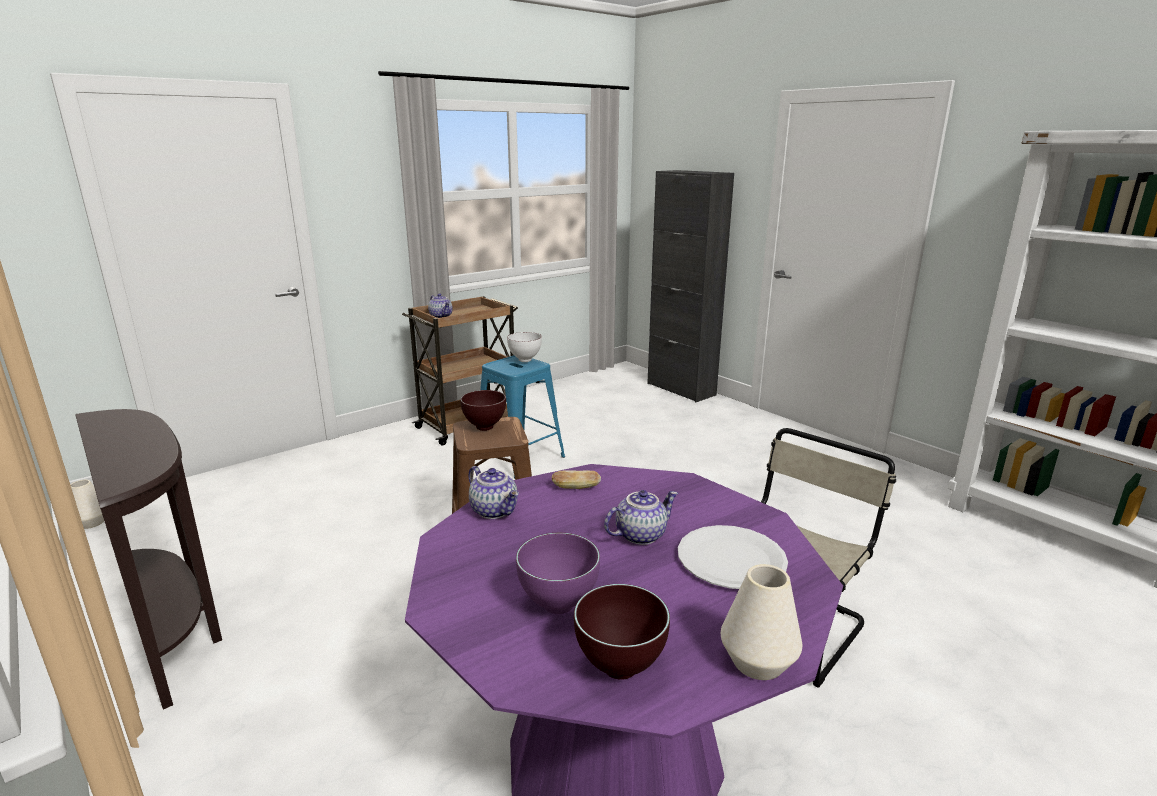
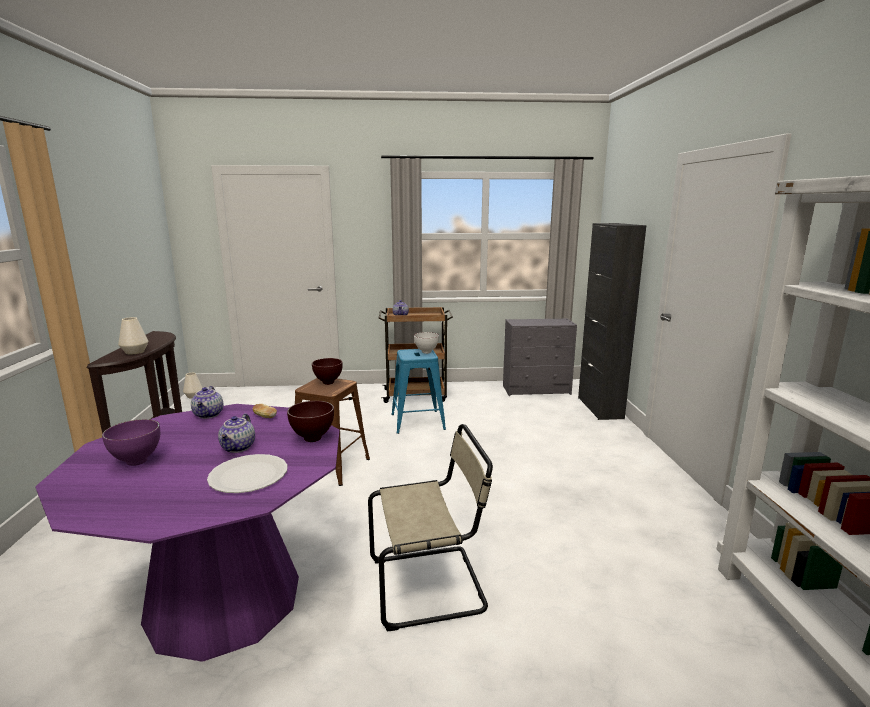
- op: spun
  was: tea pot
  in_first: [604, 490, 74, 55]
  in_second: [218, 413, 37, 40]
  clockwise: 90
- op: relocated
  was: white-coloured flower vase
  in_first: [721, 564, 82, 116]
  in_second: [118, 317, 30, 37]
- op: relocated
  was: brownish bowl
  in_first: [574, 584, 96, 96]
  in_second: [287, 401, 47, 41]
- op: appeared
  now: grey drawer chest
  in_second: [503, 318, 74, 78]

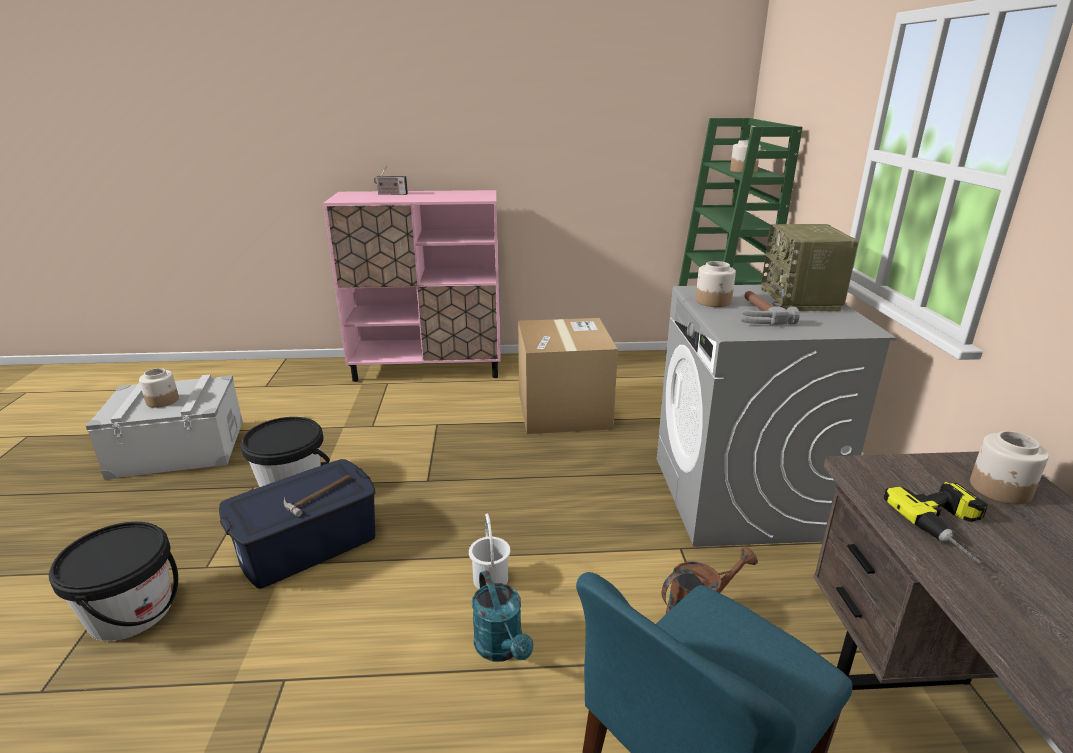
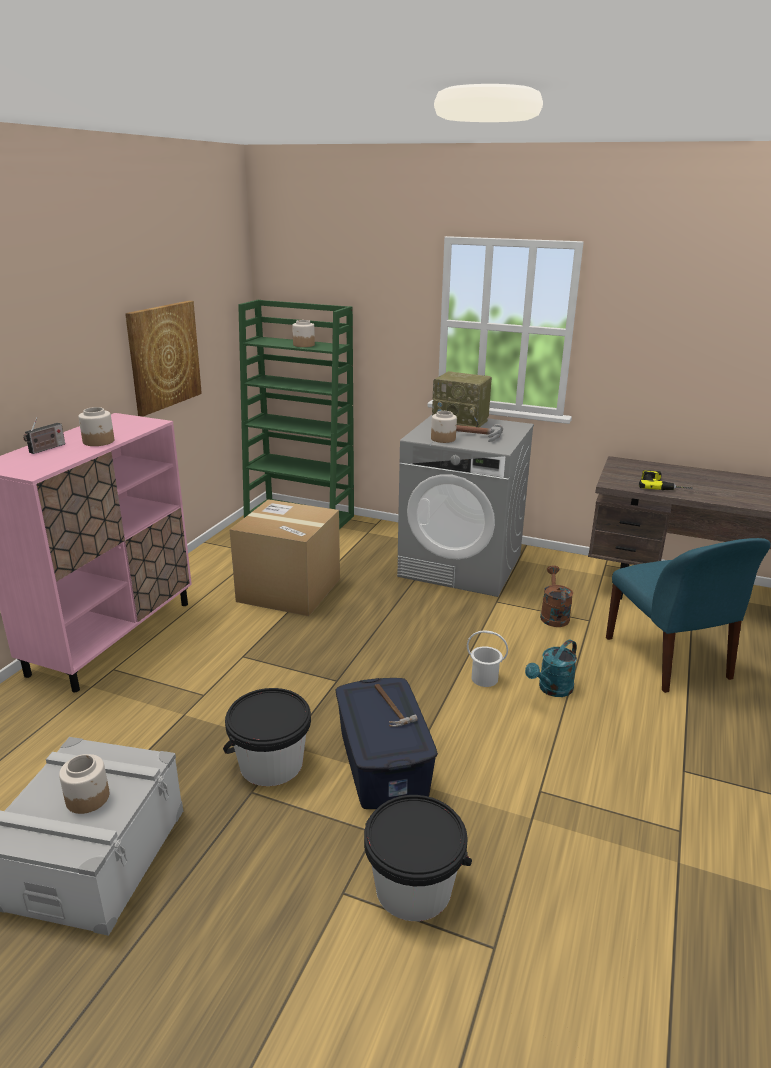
- op: relocated
  was: preserve jar
  in_first: [970, 431, 79, 73]
  in_second: [78, 407, 36, 39]
- op: spun
  was: turquoise-coloured watering pot
  in_first: [472, 570, 61, 91]
  in_second: [525, 639, 52, 58]
  clockwise: 135
- op: appeared
  now: wall picture
  in_second: [125, 301, 77, 115]

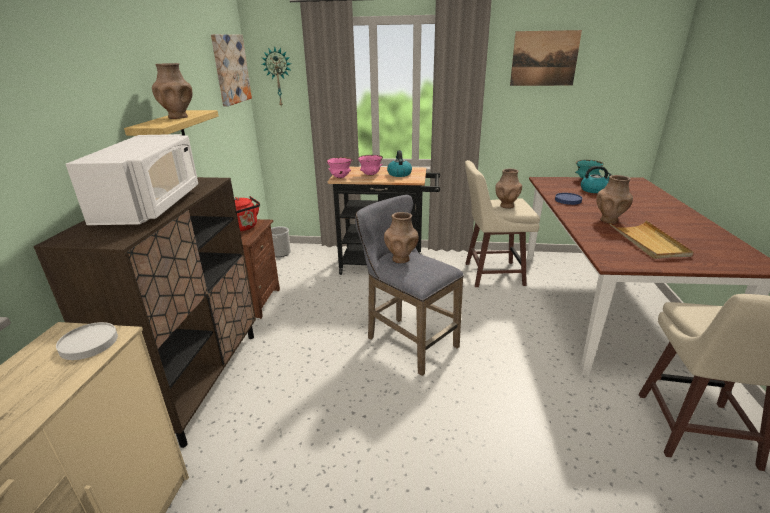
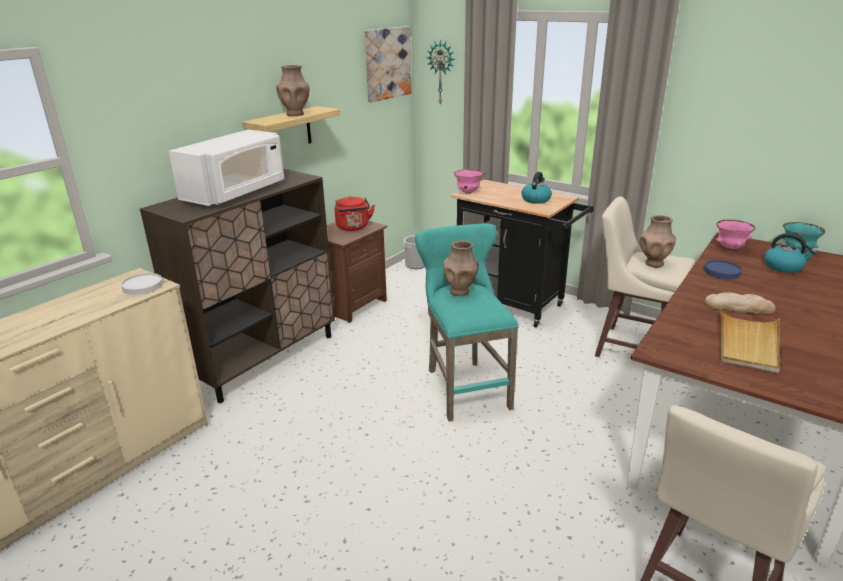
- op: missing
  was: wall picture
  in_first: [510, 30, 72, 56]
- op: relocated
  was: pink-coloured bowl
  in_first: [357, 155, 26, 21]
  in_second: [716, 219, 39, 31]
- op: exchanged
  was: brownish flower vase
  now: baked bread
  in_first: [596, 175, 37, 49]
  in_second: [705, 292, 71, 22]
- op: colour
  was: grey stool
  now: turquoise-coloured stool
  in_first: [355, 195, 109, 181]
  in_second: [415, 223, 104, 199]

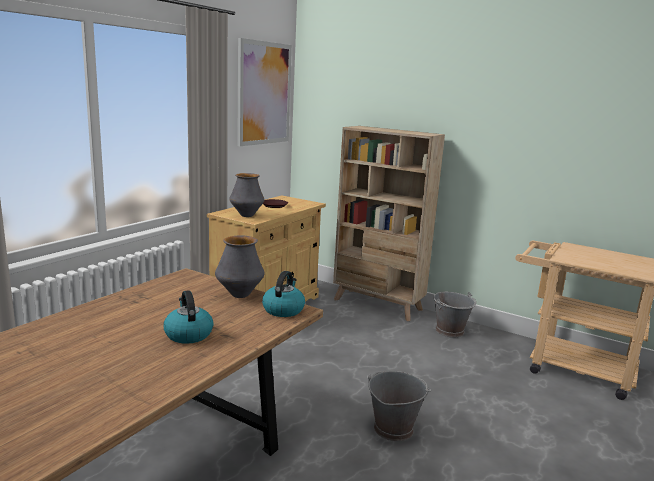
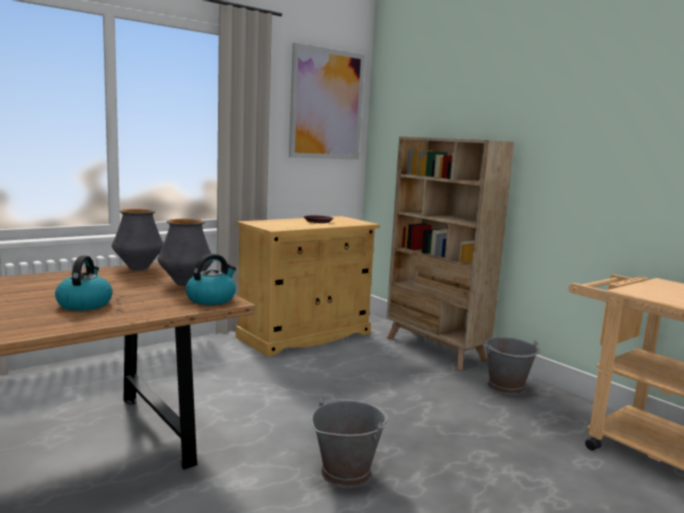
- op: relocated
  was: flower vase
  in_first: [229, 173, 36, 44]
  in_second: [112, 209, 52, 61]

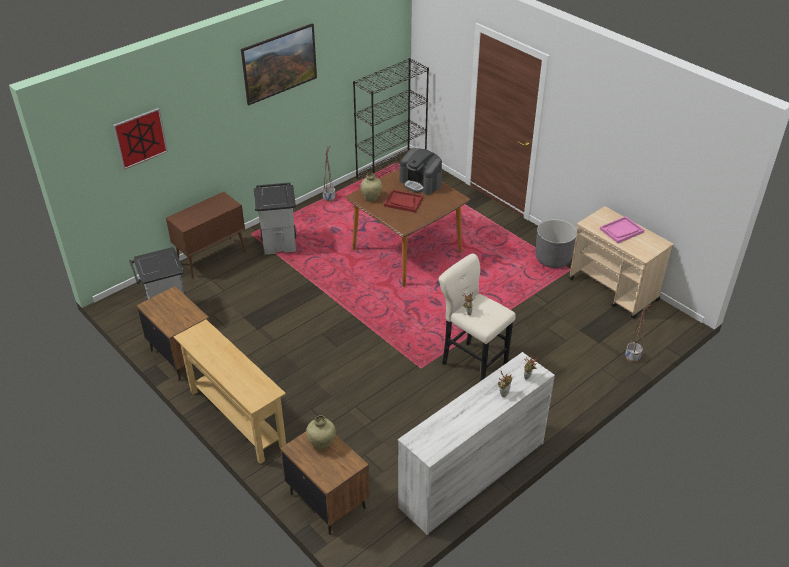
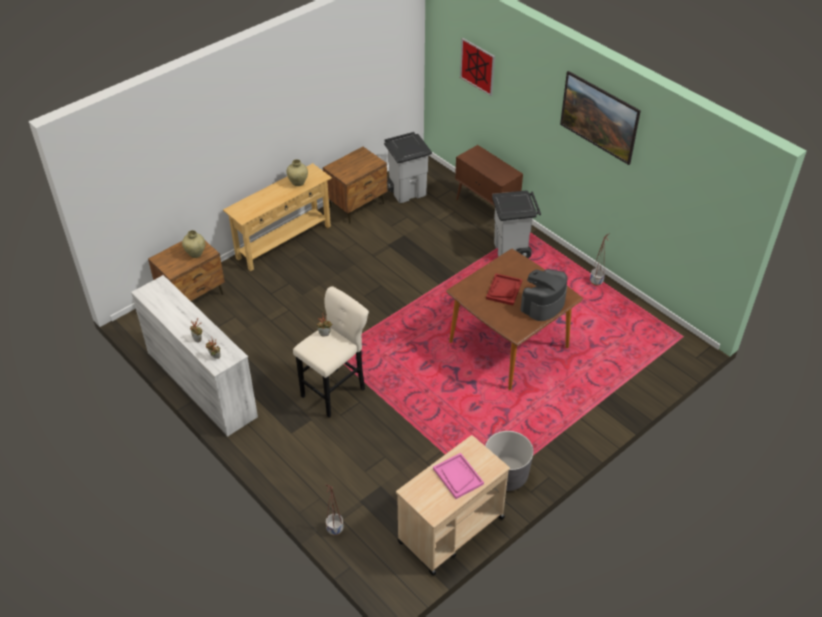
- op: missing
  was: blackish bookshelf
  in_first: [353, 58, 76, 121]
- op: relocated
  was: beige-coloured flower vase
  in_first: [360, 173, 22, 28]
  in_second: [286, 159, 22, 27]

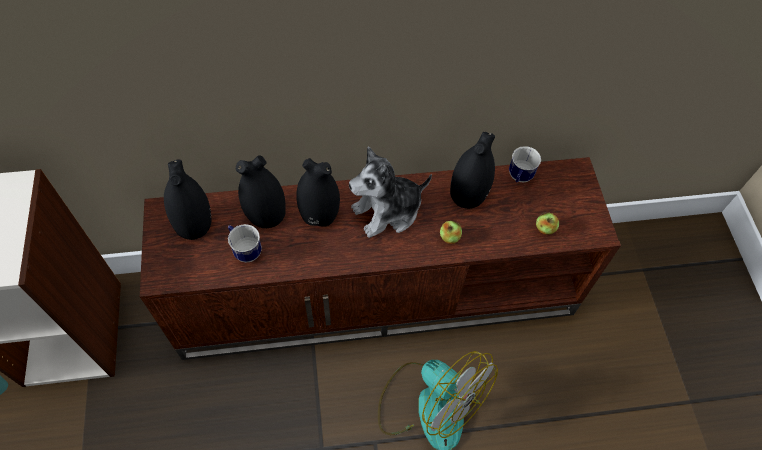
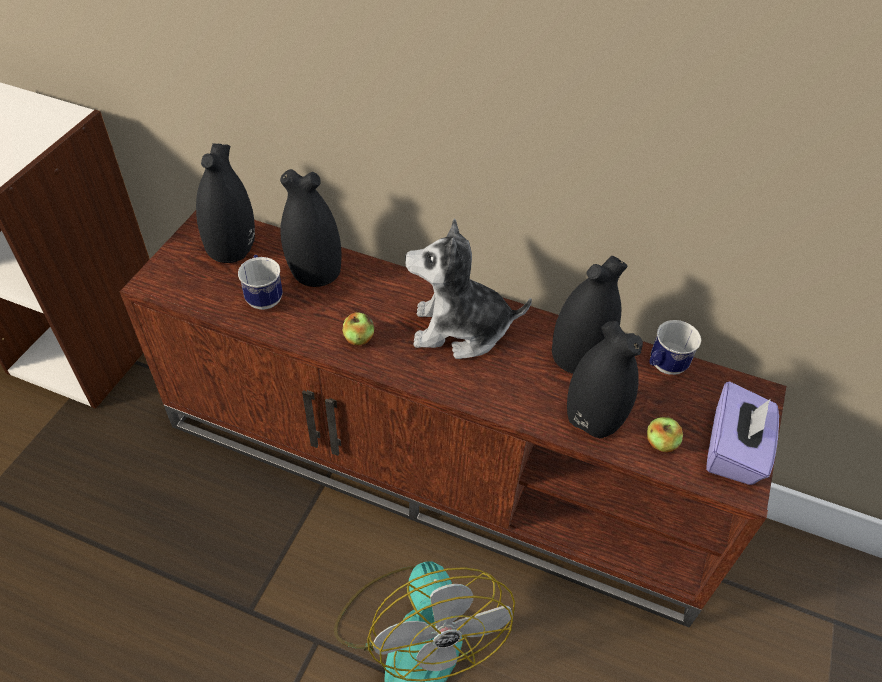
- op: relocated
  was: blackish flower vase
  in_first: [296, 158, 44, 68]
  in_second: [567, 321, 76, 117]
- op: relocated
  was: apple fruit
  in_first: [440, 221, 22, 23]
  in_second: [343, 312, 31, 34]
- op: appeared
  now: purple box of tissues
  in_second: [706, 381, 73, 104]

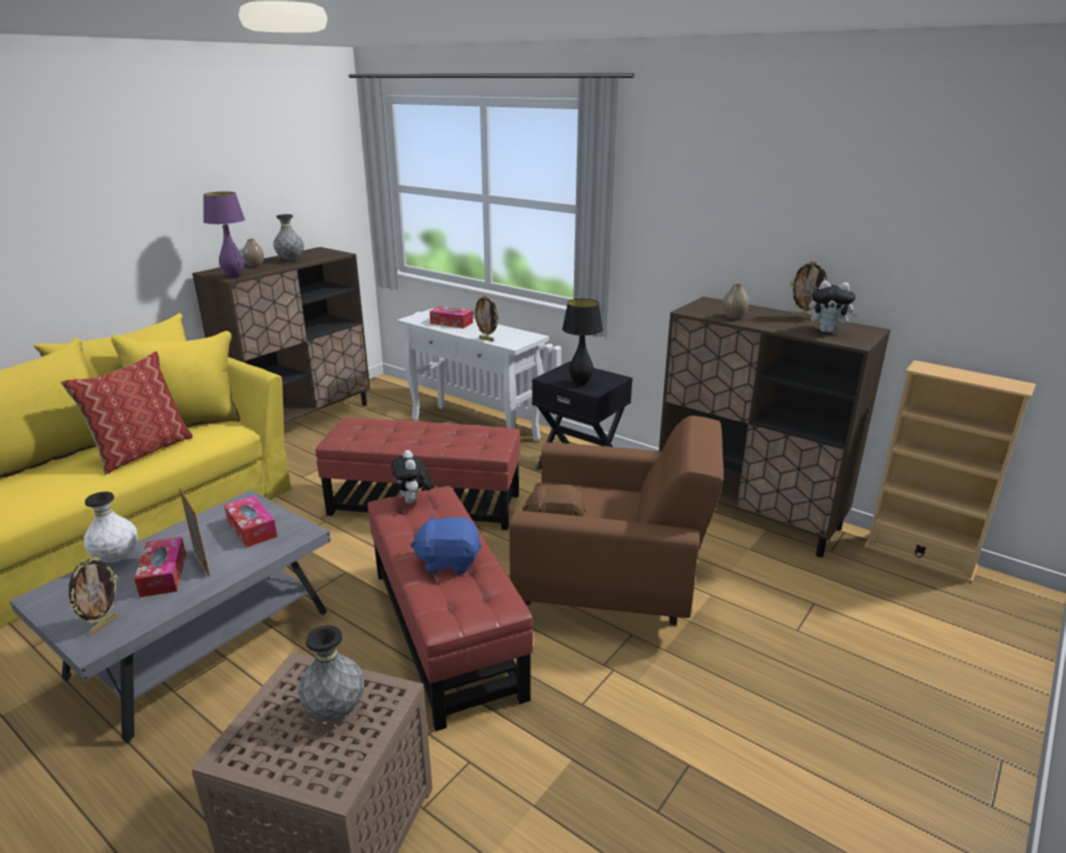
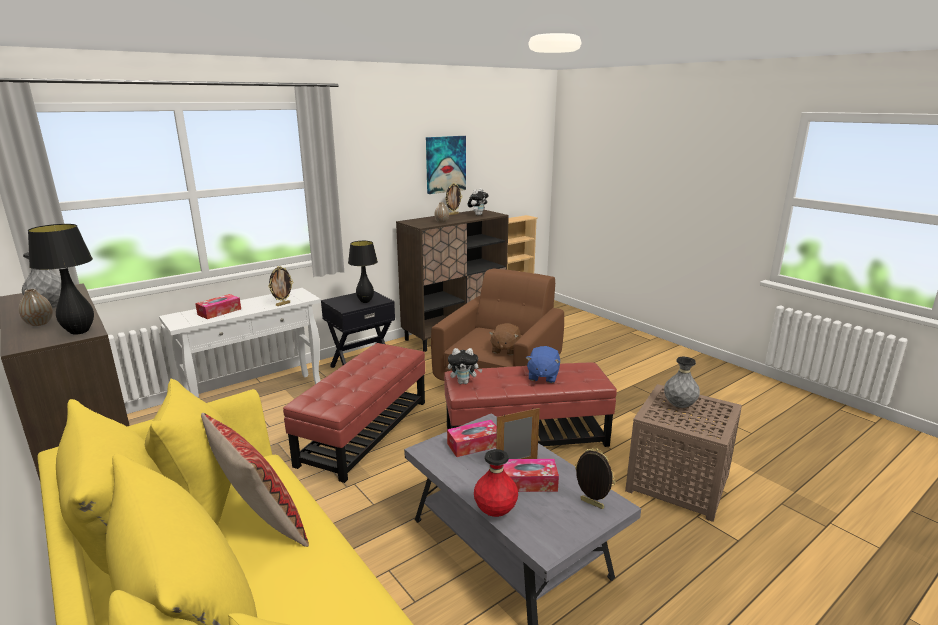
- op: colour
  was: purple lamp for a table
  now: blackish lamp for a table
  in_first: [203, 192, 42, 85]
  in_second: [28, 224, 66, 111]
- op: colour
  was: white-coloured flower vase
  now: reddish flower vase
  in_first: [84, 492, 54, 71]
  in_second: [474, 449, 44, 68]
- op: appeared
  now: wall picture
  in_second: [426, 136, 40, 58]

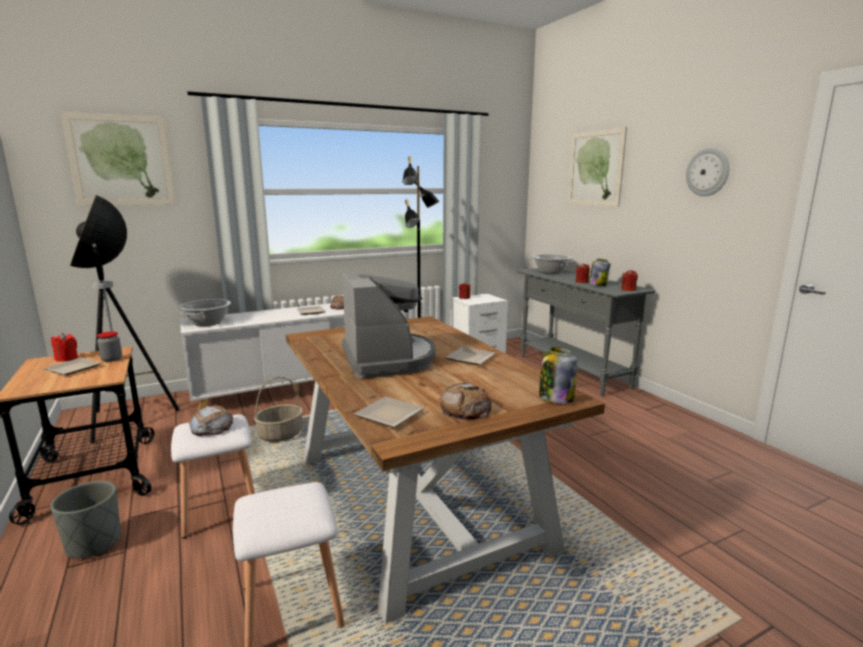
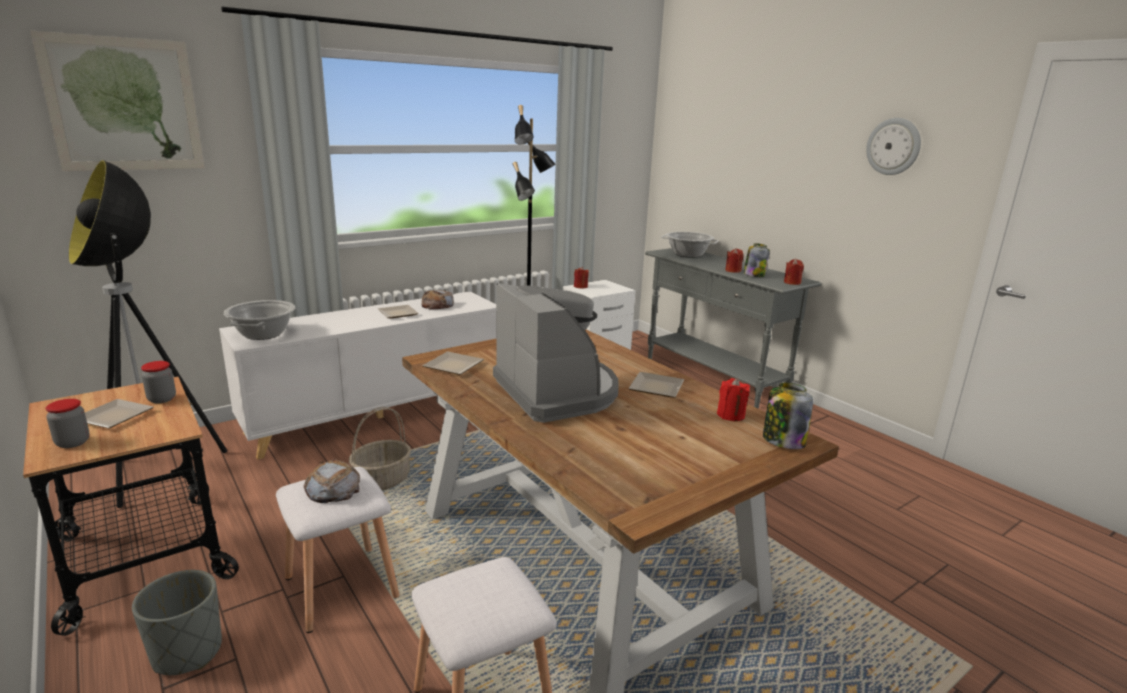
- op: missing
  was: wall picture
  in_first: [568, 127, 59, 80]
- op: relocated
  was: reddish candle
  in_first: [51, 333, 27, 29]
  in_second: [717, 378, 33, 43]
- op: missing
  was: baked bread
  in_first: [440, 382, 52, 38]
- op: relocated
  was: plate
  in_first: [354, 397, 70, 31]
  in_second: [422, 352, 62, 23]
- op: appeared
  now: preserve jar
  in_second: [45, 399, 45, 49]

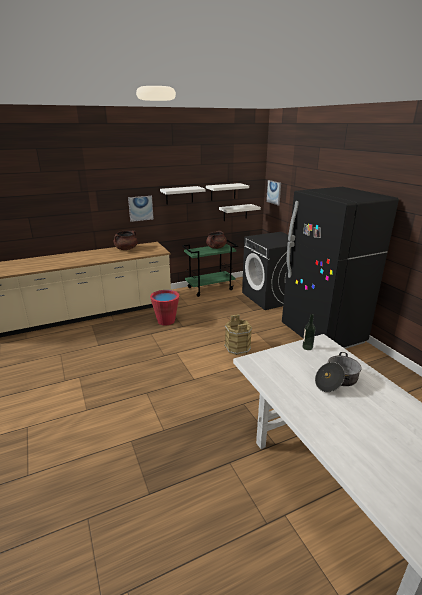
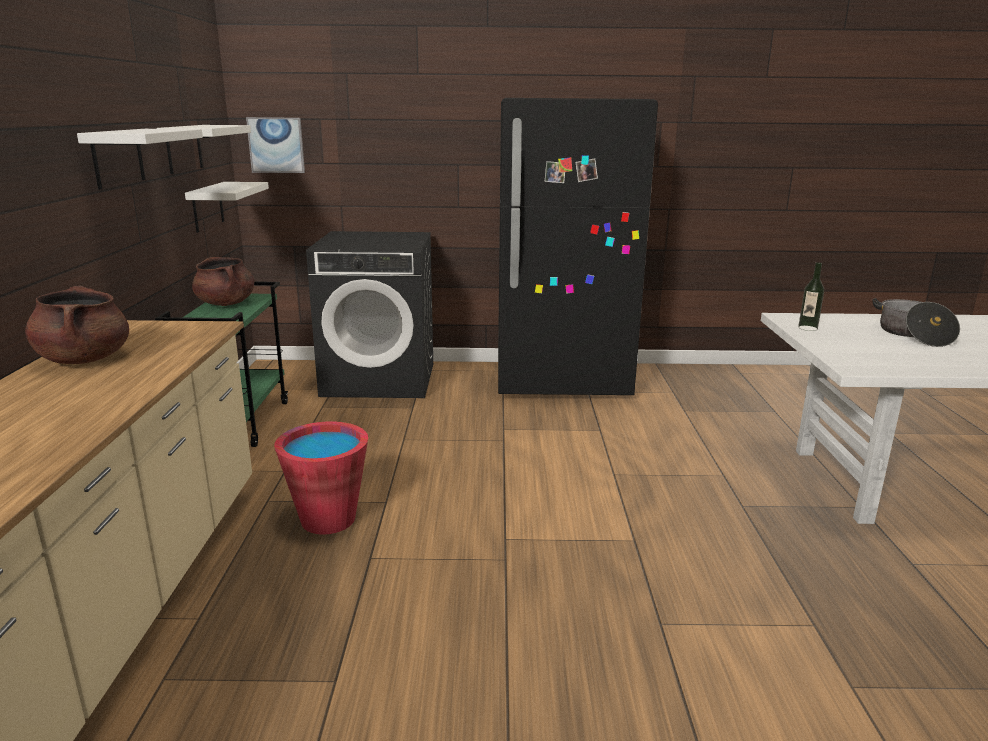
- op: missing
  was: wall picture
  in_first: [128, 196, 26, 26]
- op: missing
  was: brownish water bucket
  in_first: [224, 314, 28, 41]

